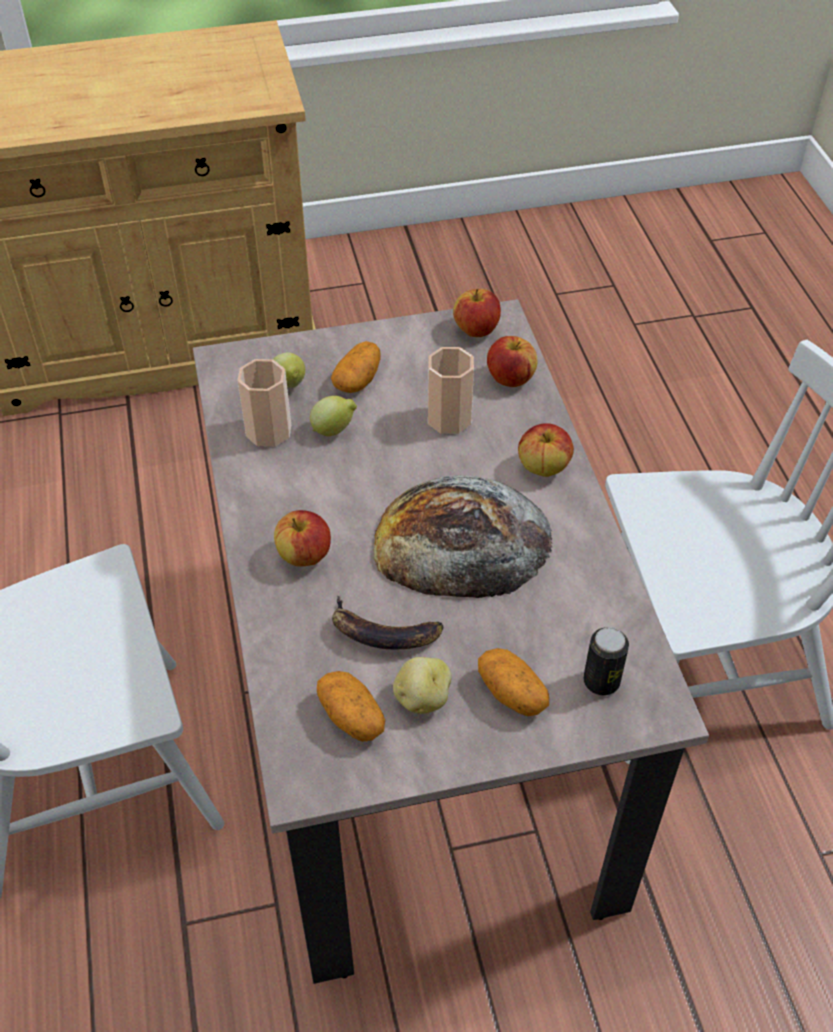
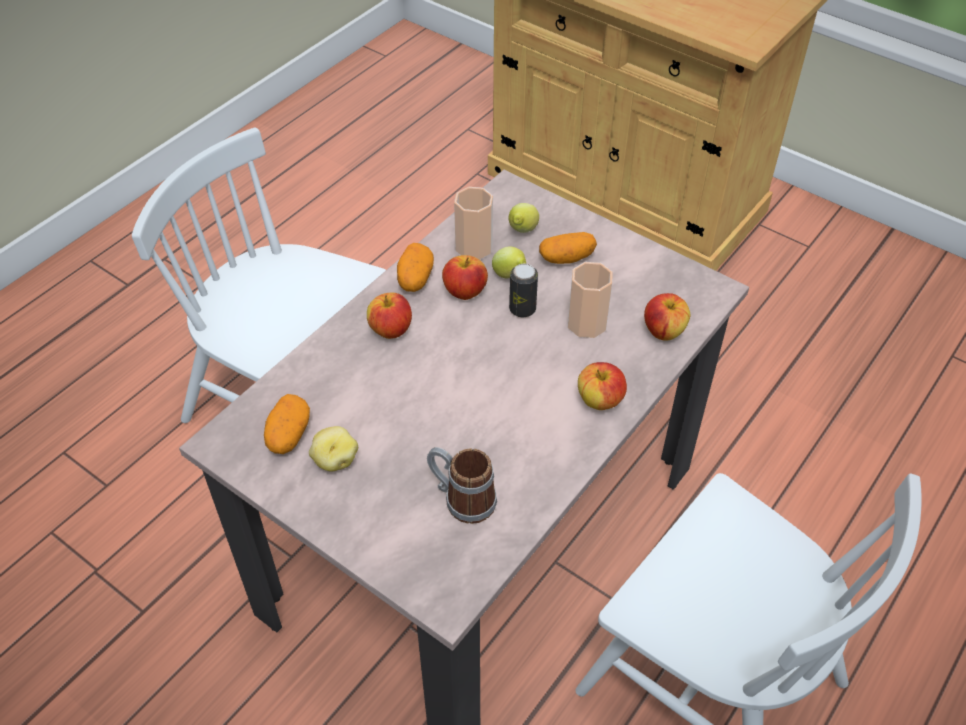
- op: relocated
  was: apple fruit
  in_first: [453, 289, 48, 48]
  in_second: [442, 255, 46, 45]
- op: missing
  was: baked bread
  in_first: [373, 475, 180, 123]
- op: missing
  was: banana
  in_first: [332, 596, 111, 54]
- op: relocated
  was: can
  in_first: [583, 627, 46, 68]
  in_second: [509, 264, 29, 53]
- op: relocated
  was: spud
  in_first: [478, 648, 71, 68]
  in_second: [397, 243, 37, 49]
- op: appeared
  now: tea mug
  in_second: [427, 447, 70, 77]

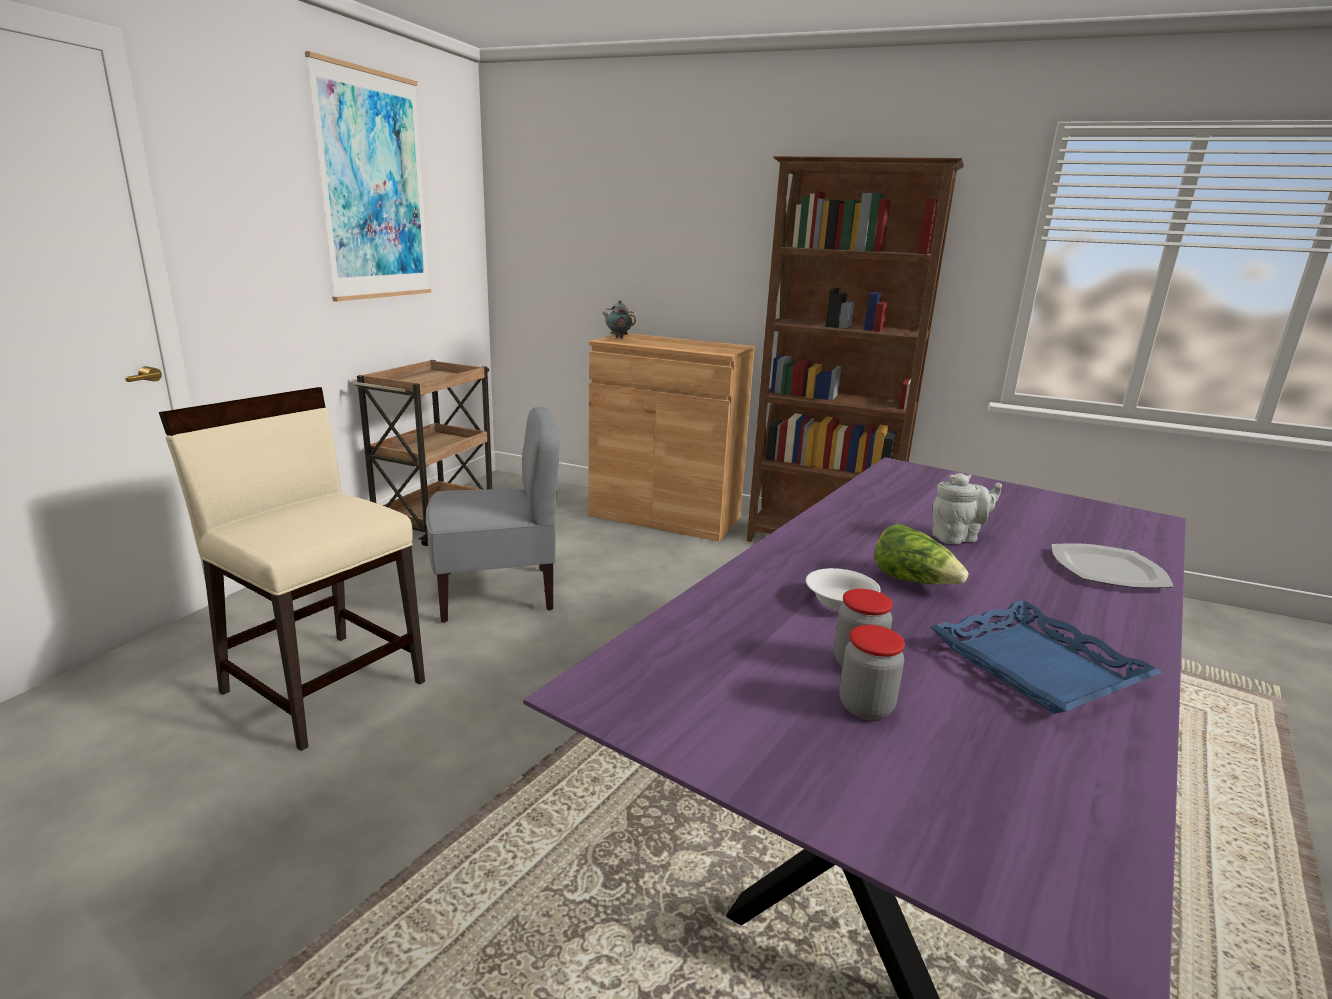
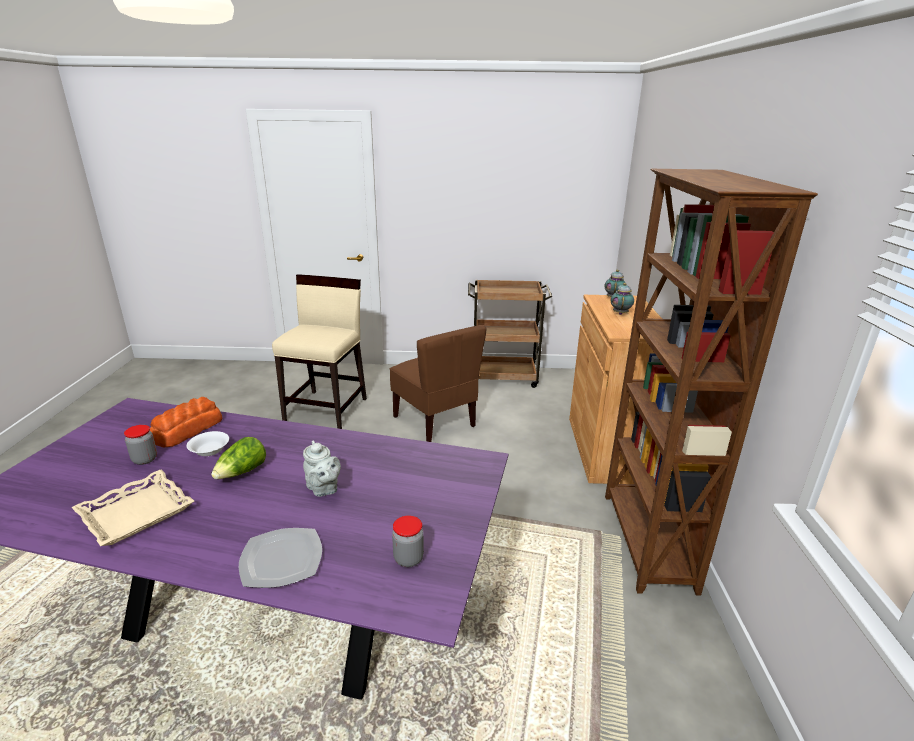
- op: missing
  was: wall picture
  in_first: [305, 51, 126, 251]
- op: colour
  was: grey plain chair
  now: brownish plain chair
  in_first: [426, 407, 134, 215]
  in_second: [390, 325, 97, 117]
- op: colour
  was: bluish tray
  now: beige-coloured tray
  in_first: [930, 600, 233, 114]
  in_second: [72, 470, 122, 76]
- op: relocated
  was: preserve jar
  in_first: [840, 625, 65, 95]
  in_second: [392, 515, 32, 52]
- op: appeared
  now: tea pot
  in_second: [611, 283, 23, 32]
- op: appeared
  now: baked bread
  in_second: [150, 397, 73, 50]

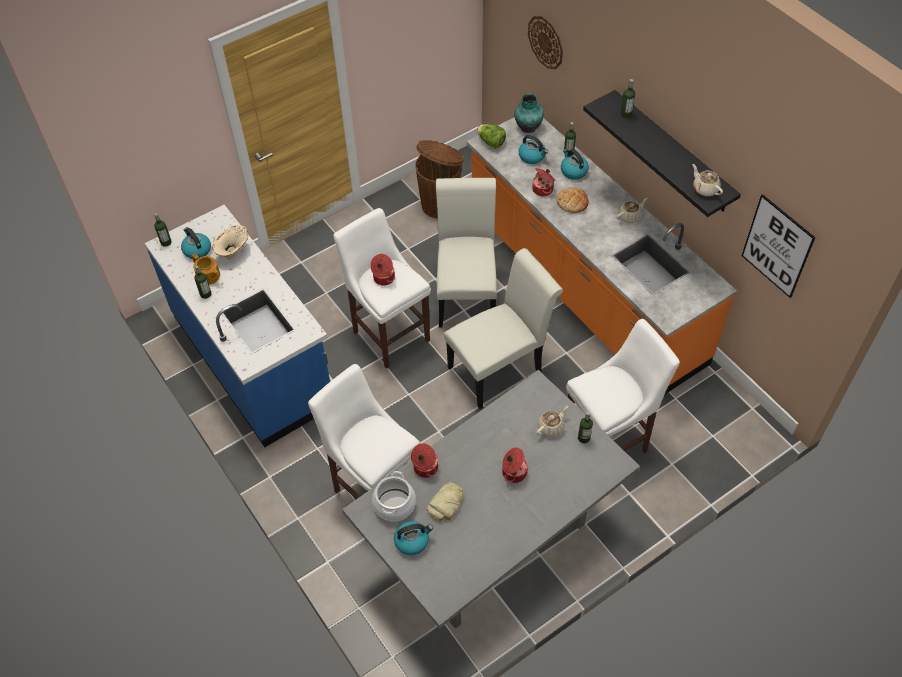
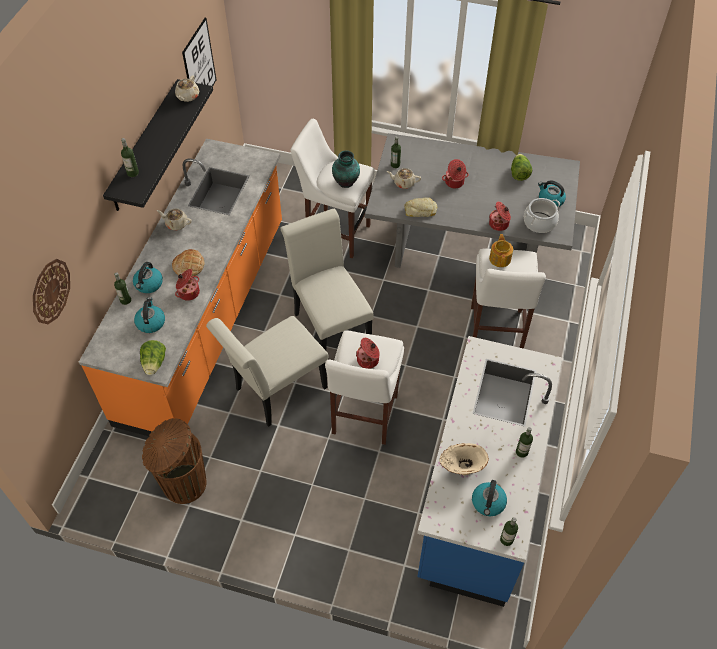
- op: relocated
  was: flower vase
  in_first: [514, 93, 30, 40]
  in_second: [332, 150, 28, 38]
- op: spun
  was: white-coloured plain chair
  in_first: [444, 248, 119, 161]
  in_second: [281, 209, 93, 141]
  clockwise: 45
- op: relocated
  was: tea pot
  in_first: [192, 254, 28, 31]
  in_second: [489, 234, 24, 33]
- op: relocated
  was: baked bread
  in_first: [427, 482, 36, 39]
  in_second: [404, 198, 34, 19]
- op: appeared
  now: head of lettuce
  in_second: [511, 154, 21, 27]

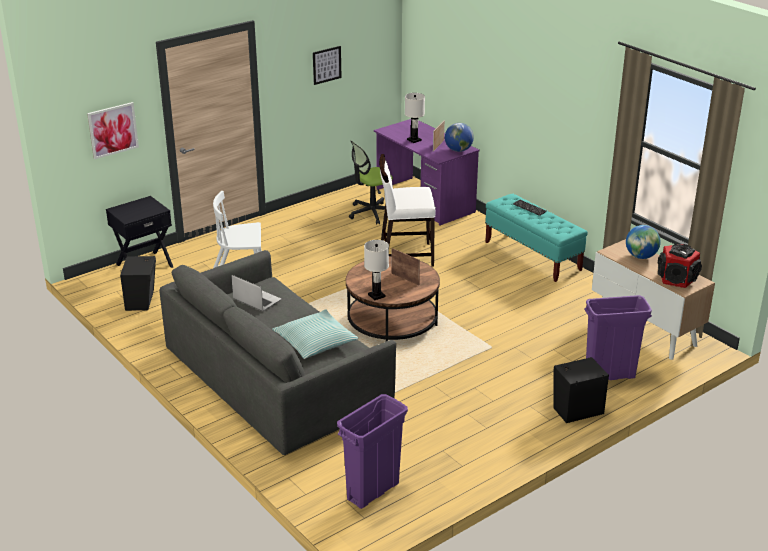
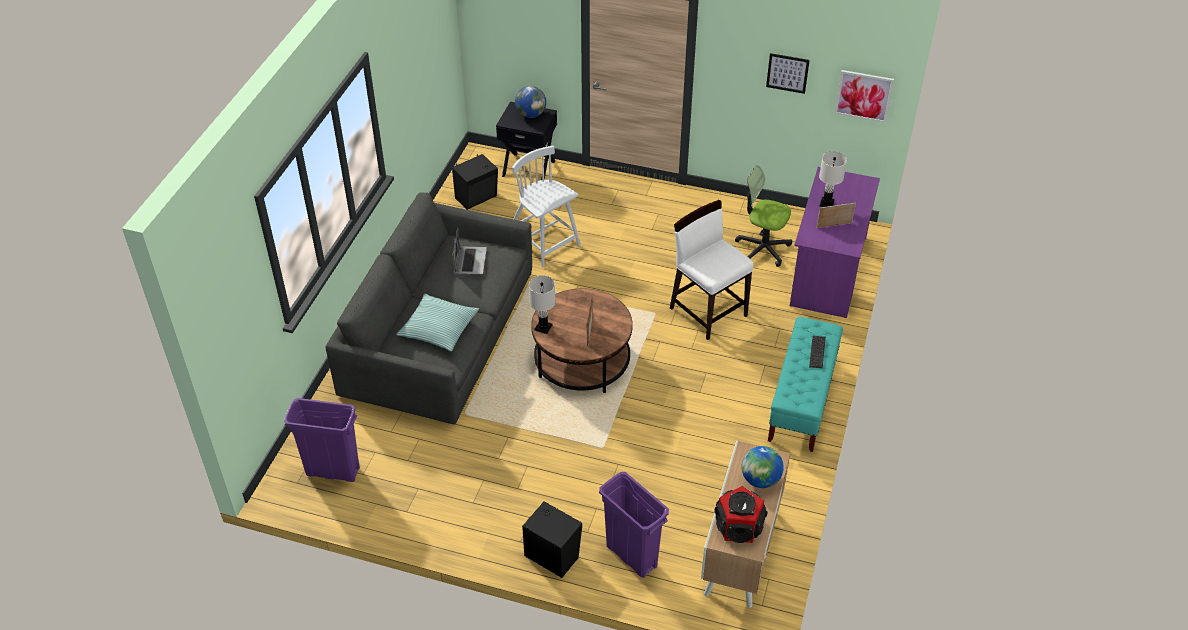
- op: relocated
  was: wall picture
  in_first: [87, 102, 52, 57]
  in_second: [834, 70, 60, 53]
- op: relocated
  was: globe
  in_first: [445, 123, 29, 29]
  in_second: [515, 86, 31, 32]

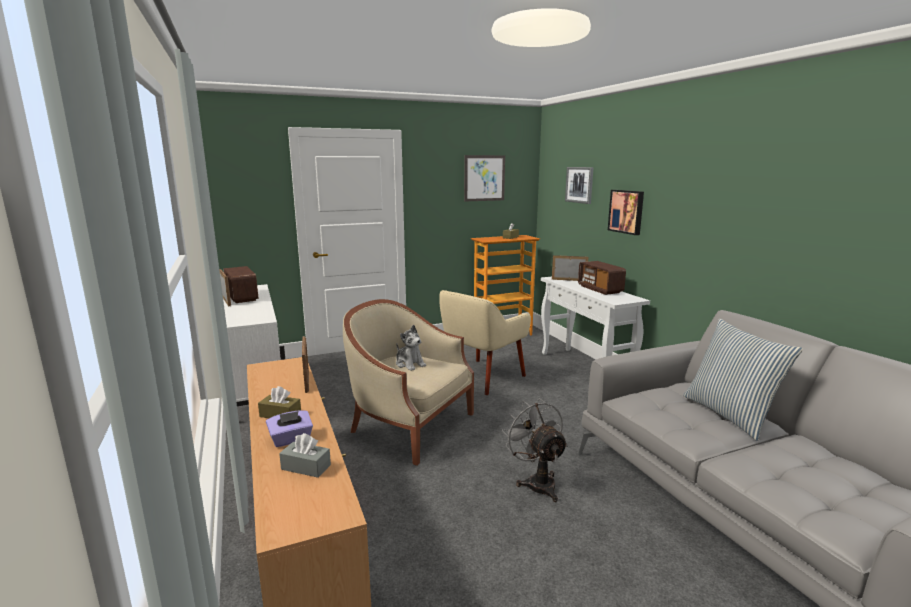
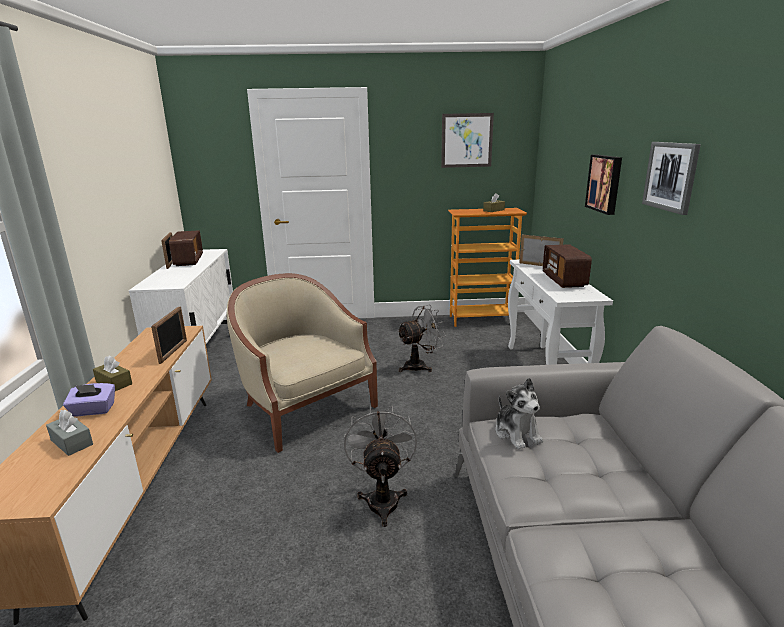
- op: relocated
  was: wall picture
  in_first: [565, 167, 28, 37]
  in_second: [642, 142, 59, 73]
- op: exchanged
  was: beige-coloured armchair
  now: grey electric fan
  in_first: [439, 290, 92, 105]
  in_second: [397, 305, 49, 67]
- op: missing
  was: cushion
  in_first: [683, 319, 120, 122]
- op: relocated
  was: plush toy
  in_first: [396, 325, 30, 46]
  in_second: [495, 378, 48, 72]

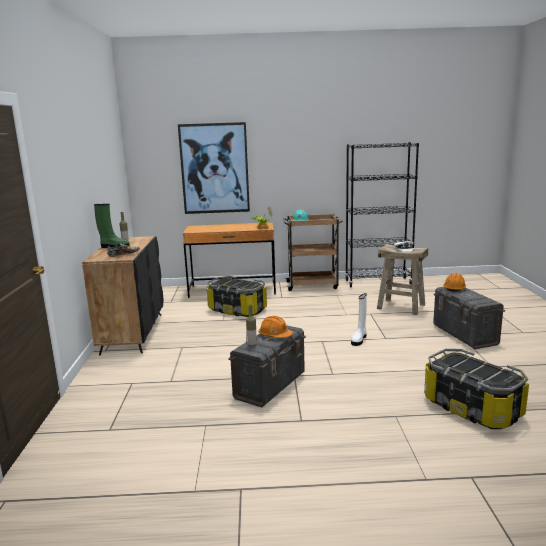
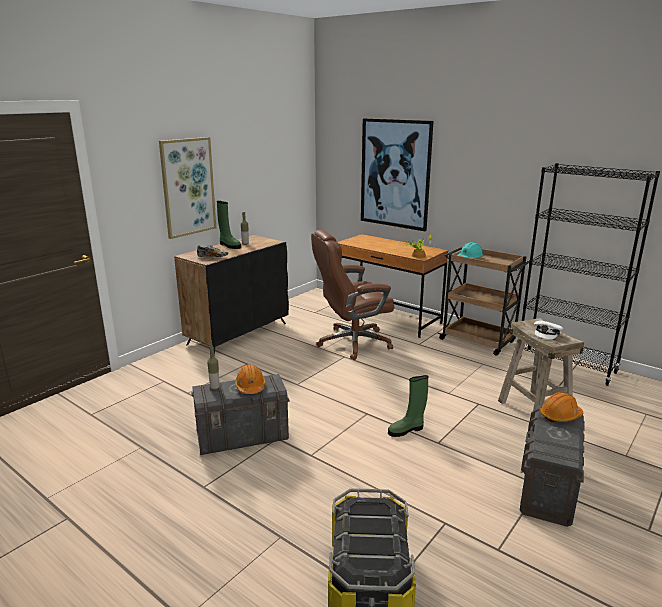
- op: exchanged
  was: storage box
  now: brownish office chair
  in_first: [207, 276, 60, 41]
  in_second: [311, 230, 83, 130]
- op: colour
  was: white-coloured boot
  now: green boot
  in_first: [351, 293, 16, 53]
  in_second: [388, 375, 41, 62]
- op: appeared
  now: wall picture
  in_second: [159, 137, 57, 102]

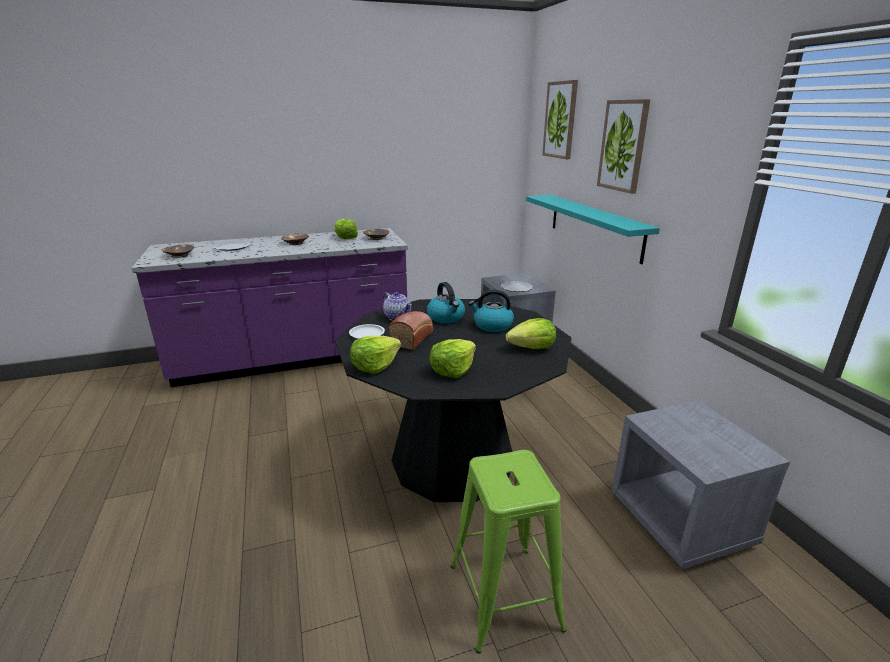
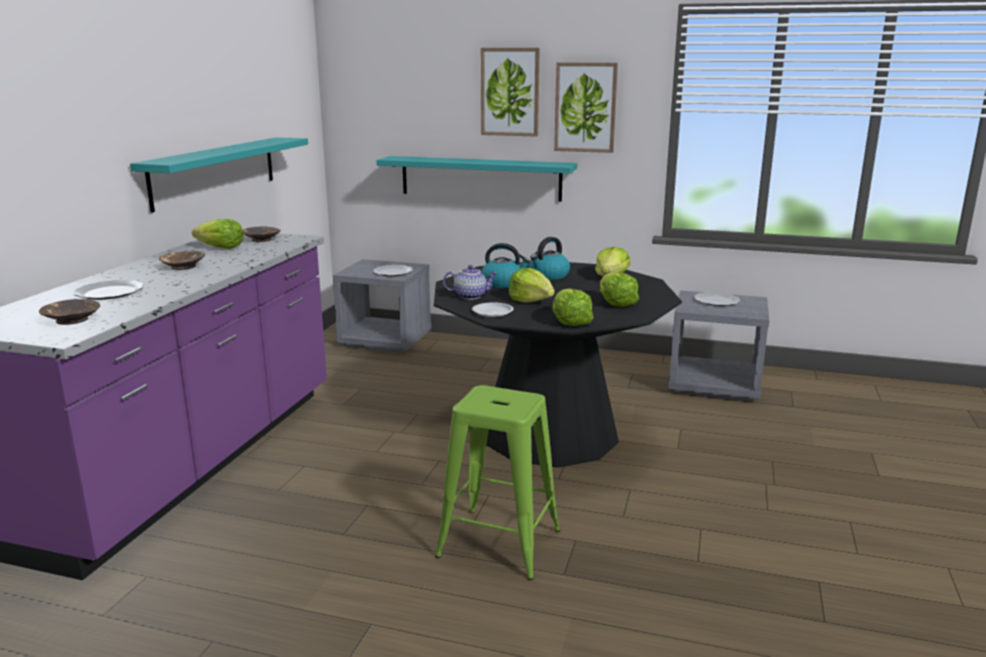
- op: relocated
  was: wall picture
  in_first: [542, 80, 36, 79]
  in_second: [554, 62, 64, 91]
- op: exchanged
  was: baked bread
  now: head of lettuce
  in_first: [389, 311, 44, 39]
  in_second: [509, 268, 46, 35]
- op: relocated
  was: green stool
  in_first: [450, 450, 116, 204]
  in_second: [435, 385, 125, 195]
- op: appeared
  now: turquoise-coloured shelf
  in_second: [130, 137, 178, 76]
- op: appeared
  now: plate
  in_second: [694, 292, 46, 14]

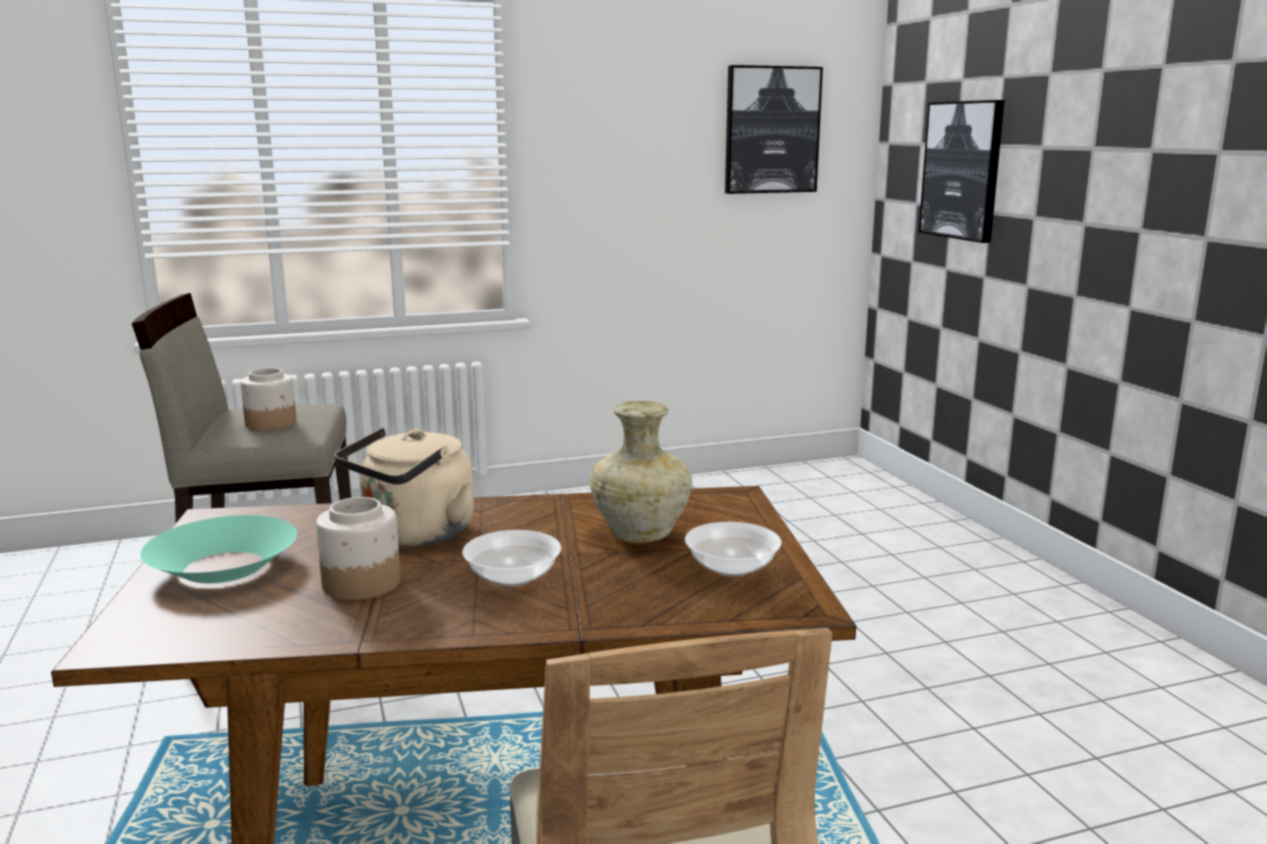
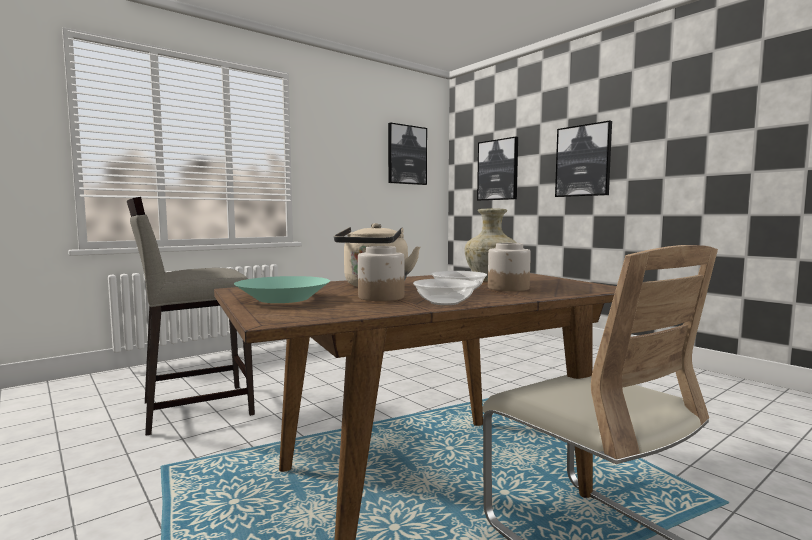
- op: relocated
  was: preserve jar
  in_first: [240, 368, 57, 63]
  in_second: [488, 243, 43, 48]
- op: relocated
  was: bowl
  in_first: [685, 522, 96, 55]
  in_second: [413, 279, 65, 26]
- op: appeared
  now: wall picture
  in_second: [555, 121, 57, 76]

